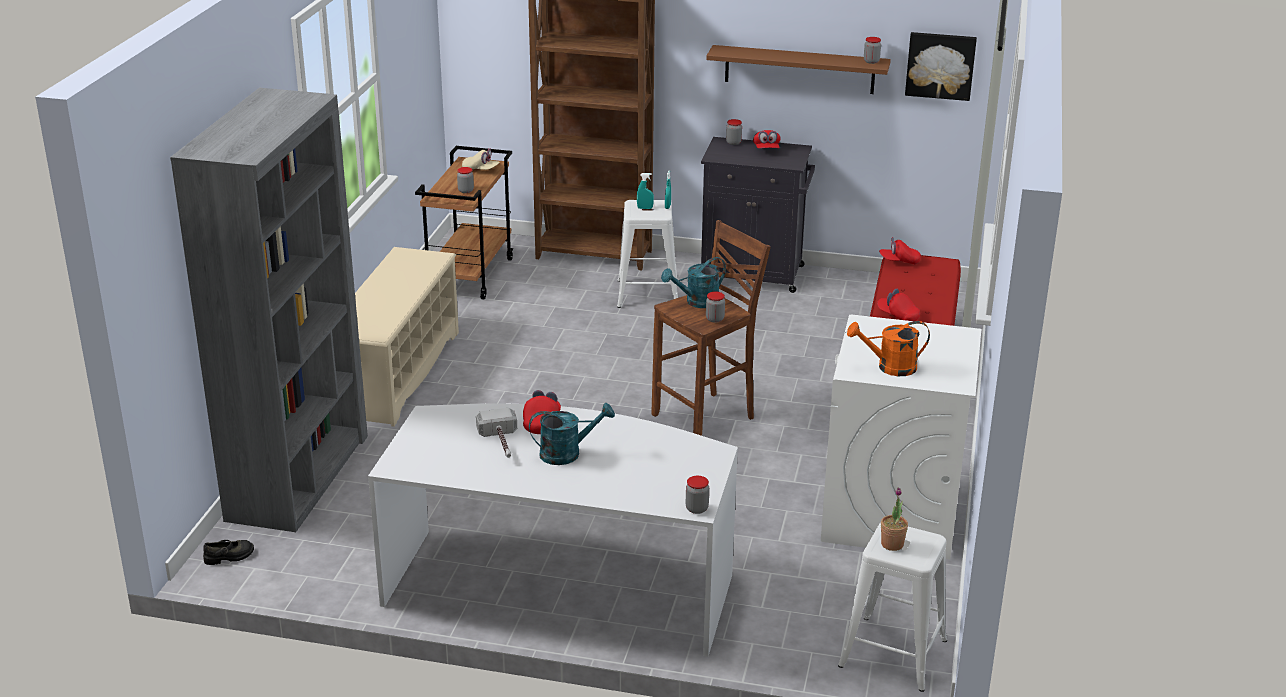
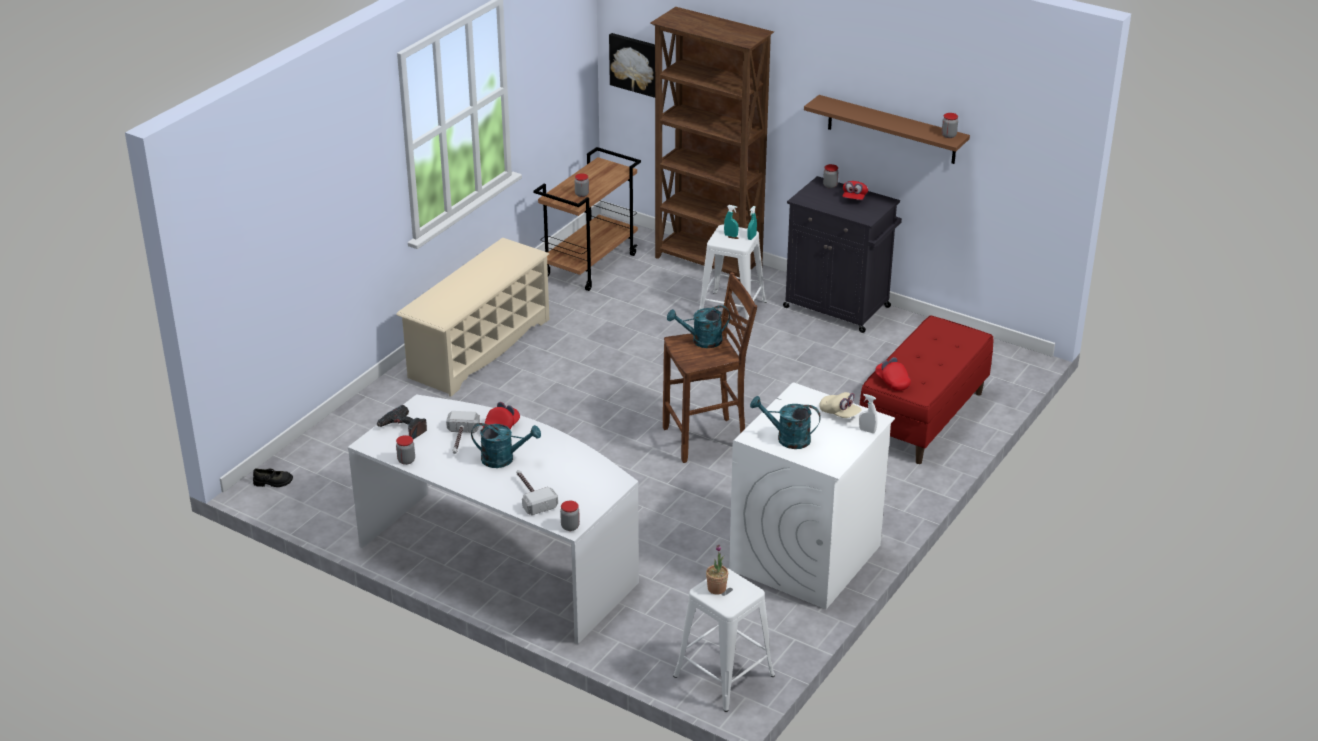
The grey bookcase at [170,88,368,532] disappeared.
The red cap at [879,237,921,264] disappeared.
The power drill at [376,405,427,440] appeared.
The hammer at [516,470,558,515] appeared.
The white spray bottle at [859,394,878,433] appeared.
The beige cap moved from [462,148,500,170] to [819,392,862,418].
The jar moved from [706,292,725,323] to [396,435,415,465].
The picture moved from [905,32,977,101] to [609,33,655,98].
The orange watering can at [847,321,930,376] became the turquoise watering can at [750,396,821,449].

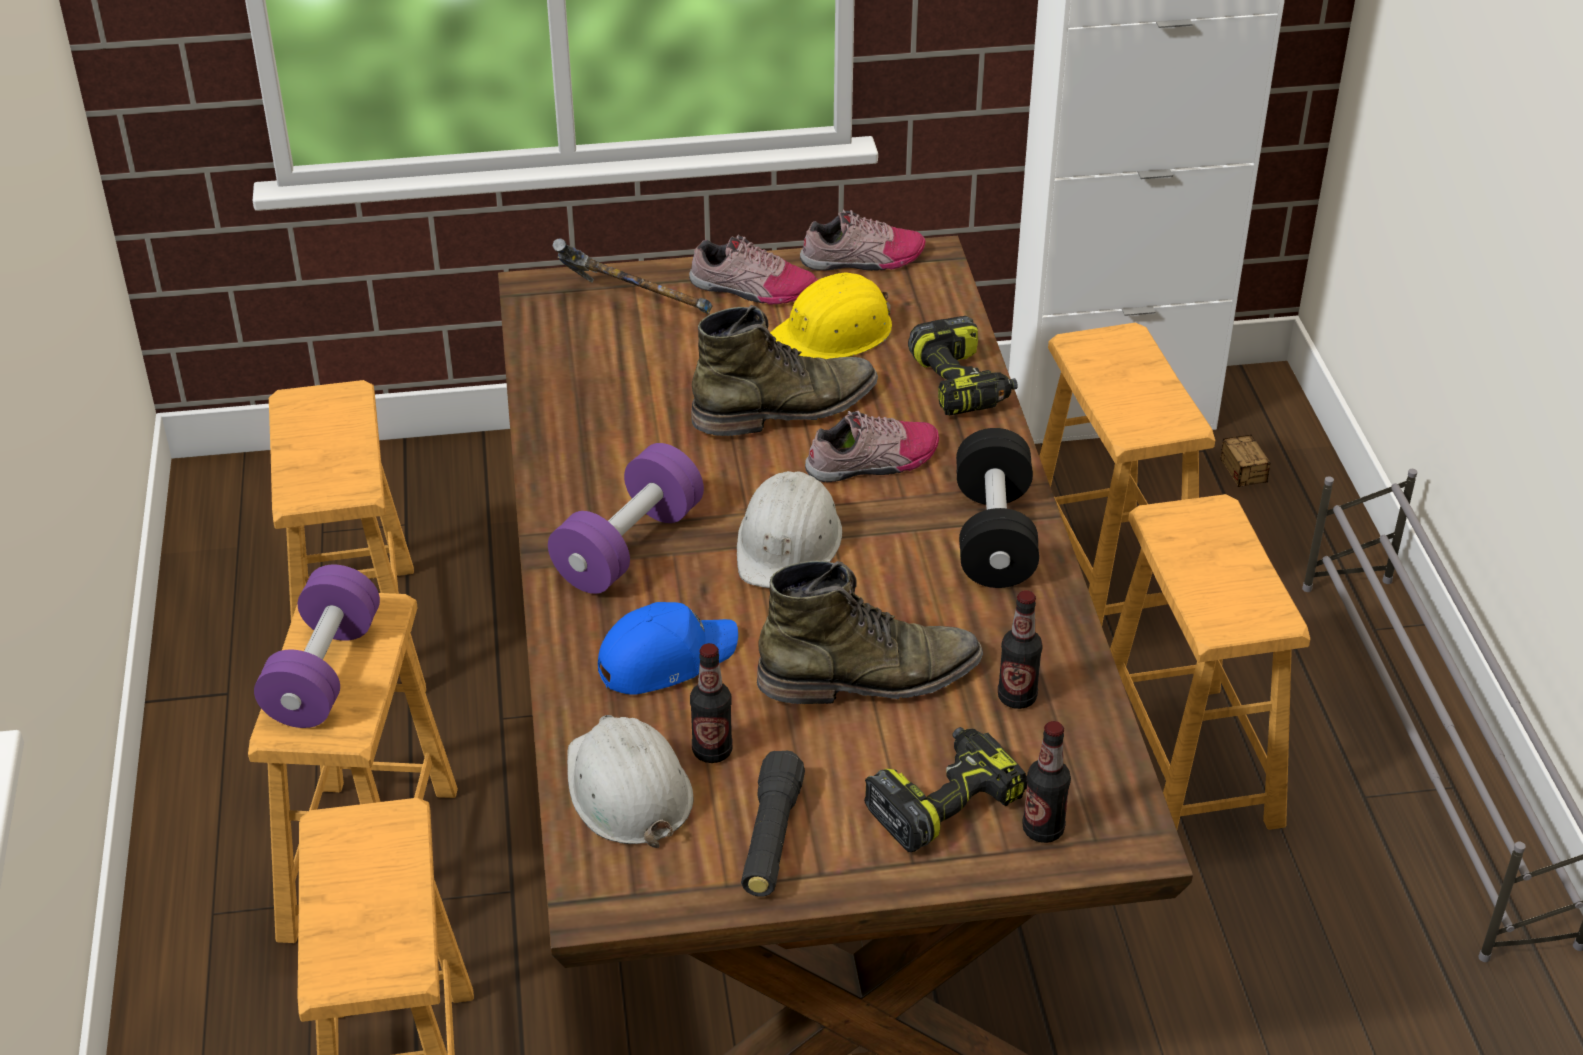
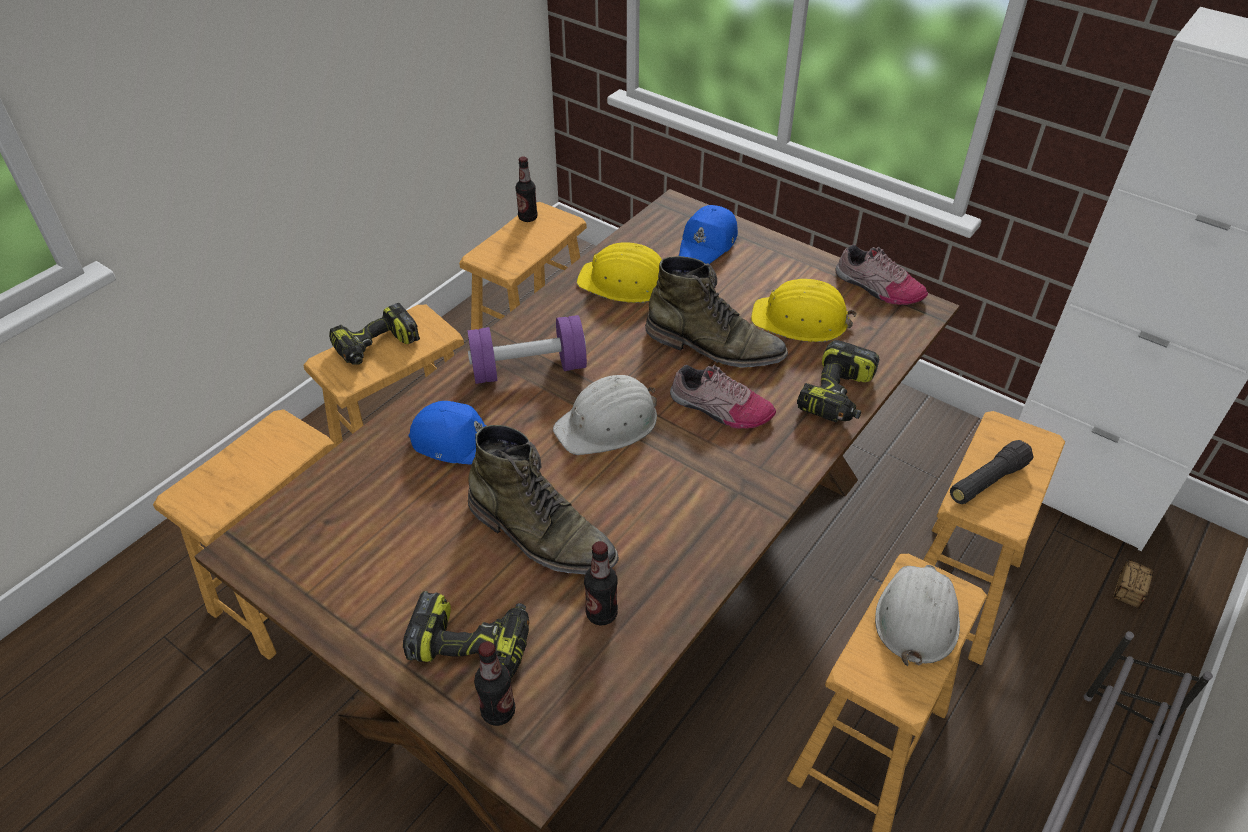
The shoe at [689,234,818,304] disappeared.
The black dumbbell at [956,428,1039,588] disappeared.
The yellow hard hat at [577,242,662,303] appeared.
The white hard hat moved from [567,715,694,848] to [875,565,960,666].
The bottle moved from [690,643,733,763] to [515,156,538,222].
The black flashlight moved from [741,750,805,897] to [950,440,1033,504].
The purple dumbbell at [254,565,380,728] was replaced by the power drill at [329,303,420,365].
The hammer at [553,238,713,314] was replaced by the blue cap at [679,205,738,264].

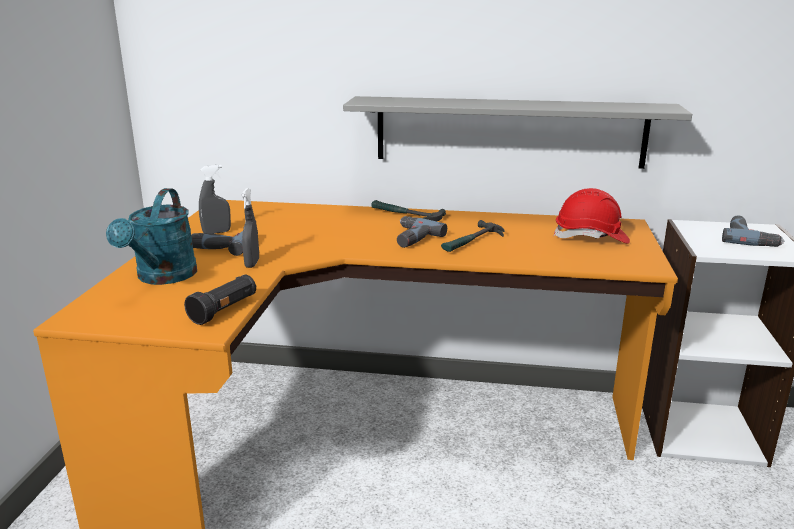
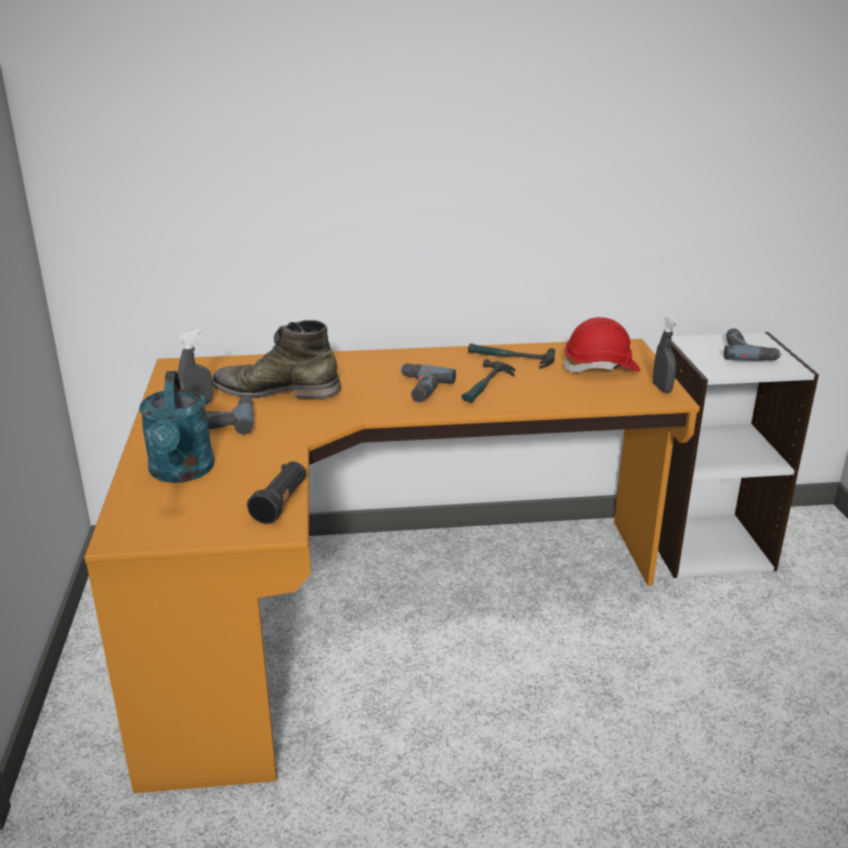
The grey shelf at [343,96,692,169] disappeared.
The green boot at [212,320,341,399] appeared.
The grey spray bottle moved from [241,188,259,268] to [653,315,679,393].
The hammer moved from [372,200,446,222] to [468,343,555,369].

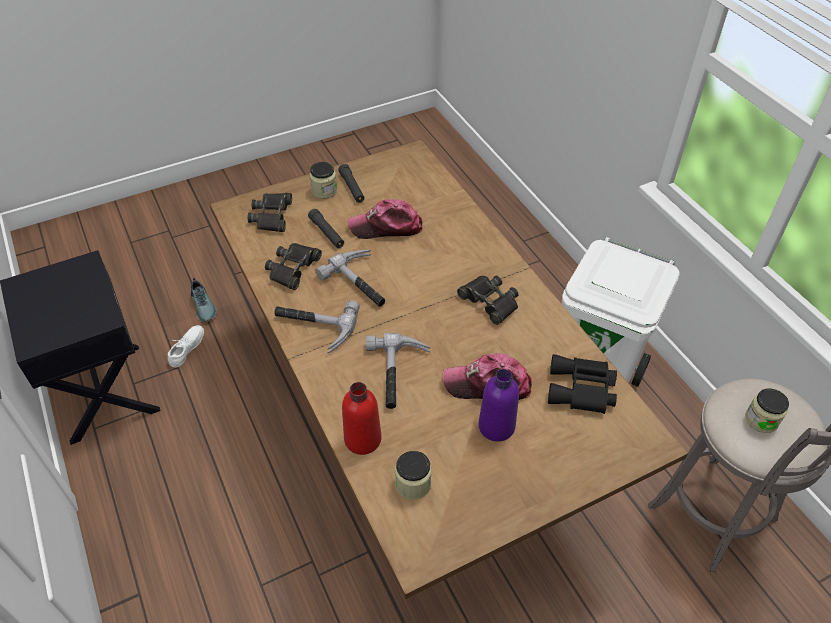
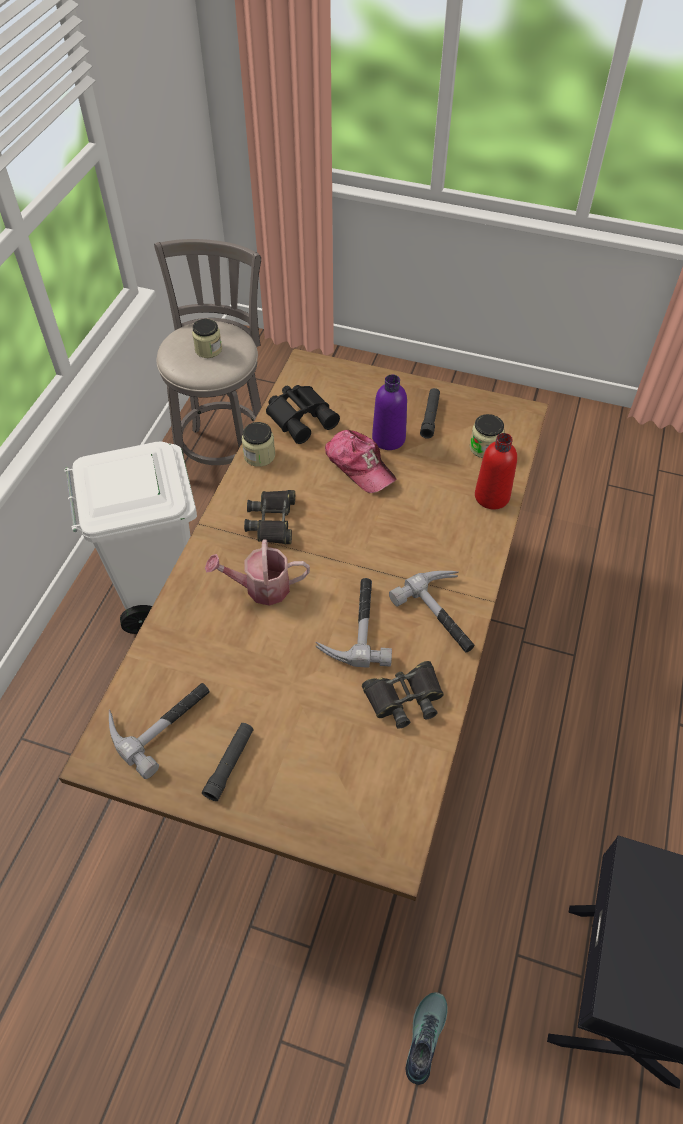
The white shoe at [168,325,204,367] disappeared.
The black binoculars at [248,193,292,232] disappeared.
The cap at [348,199,423,239] disappeared.
The watering can at [205,539,310,606] appeared.
The black flashlight moved from [308,209,344,248] to [420,388,440,439].
The jar moved from [309,162,337,199] to [242,422,275,467].
The hammer moved from [366,333,431,409] to [109,683,210,779].

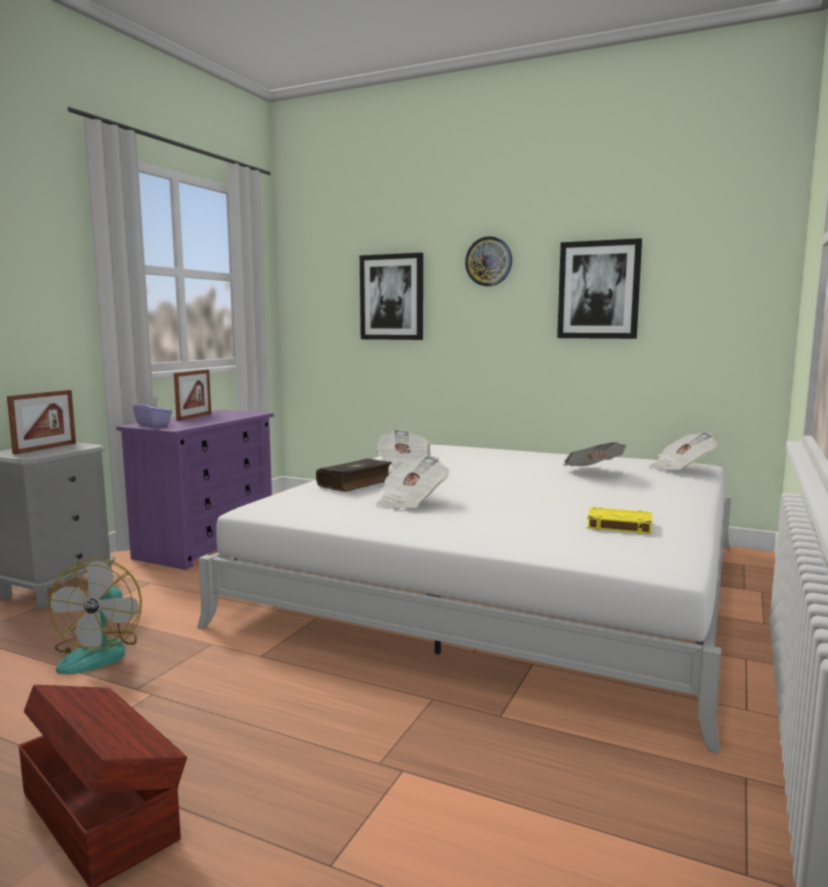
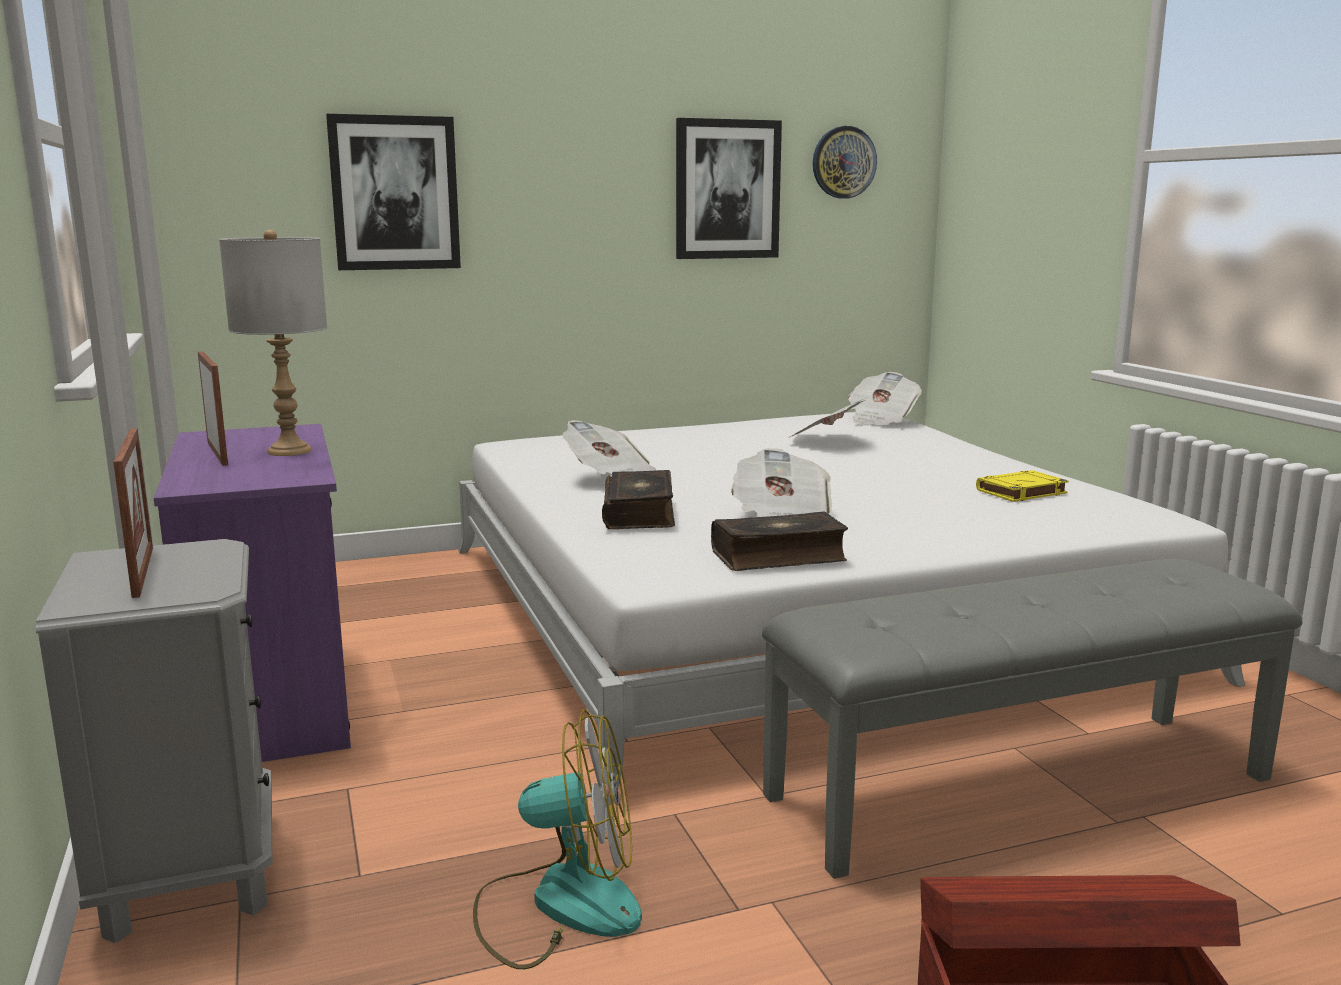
The purple tissue box at [133,396,172,427] disappeared.
The grey table lamp at [219,230,327,456] appeared.
The book at [711,512,848,571] appeared.
The grey bench at [762,559,1303,879] appeared.
The wall clock moved from [465,236,512,286] to [813,126,877,199].
The fan at [49,558,142,674] turned 45 degrees counterclockwise.

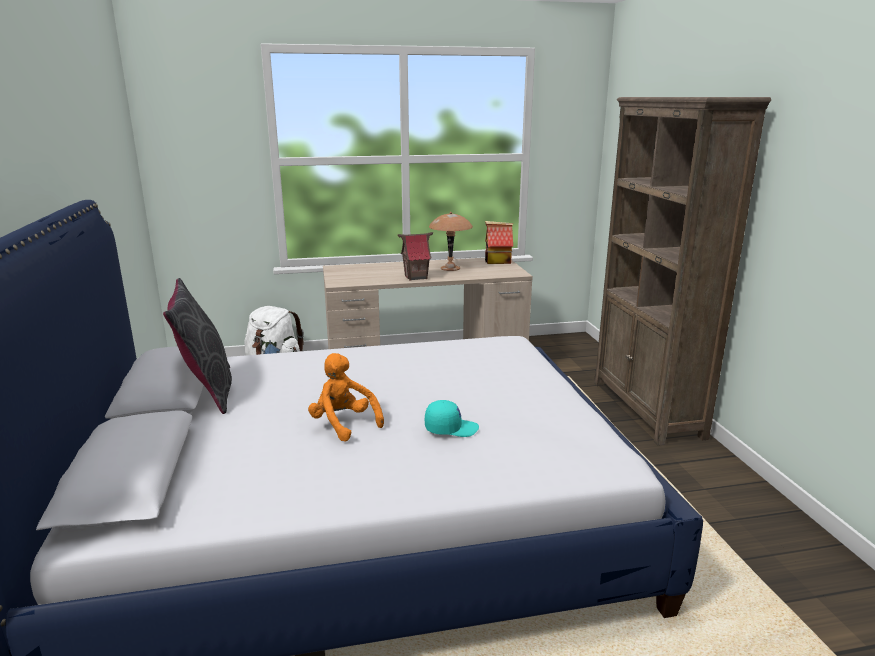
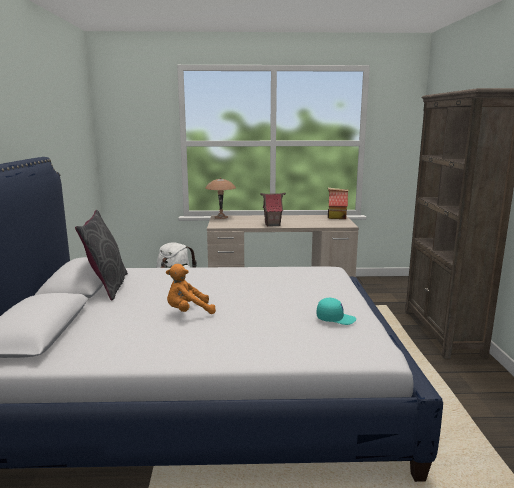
The turquoise cap moved from [425,400,479,437] to [317,298,356,325].
The brown table lamp moved from [429,212,473,271] to [205,177,236,219].
The orange plush toy at [308,353,384,442] turned 75 degrees counterclockwise.

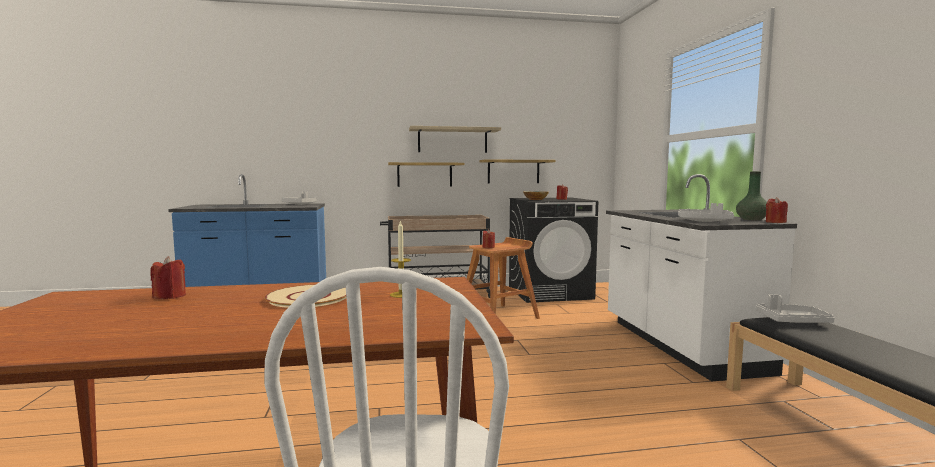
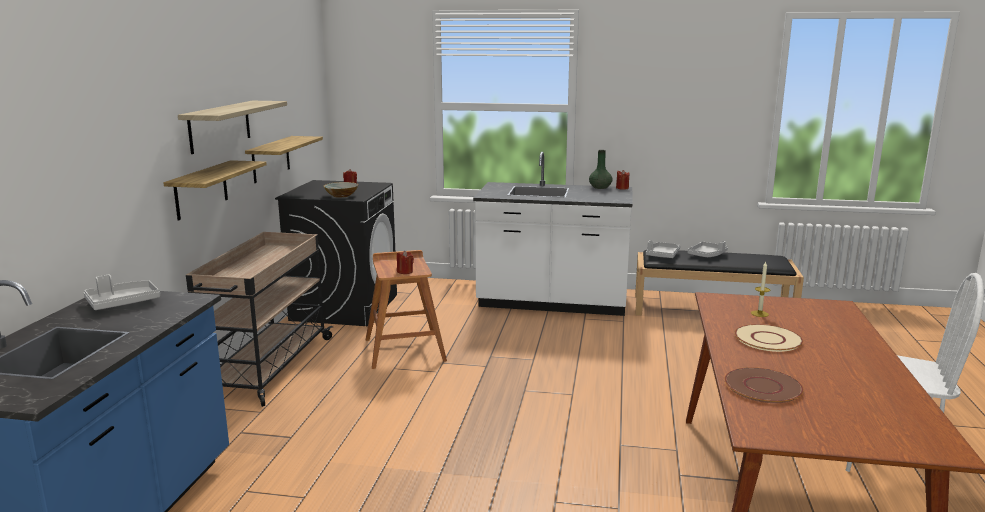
The grey tray moved from [678,203,734,222] to [687,241,728,257].
The red candle at [150,256,186,299] was replaced by the brown plate at [724,367,804,403].

